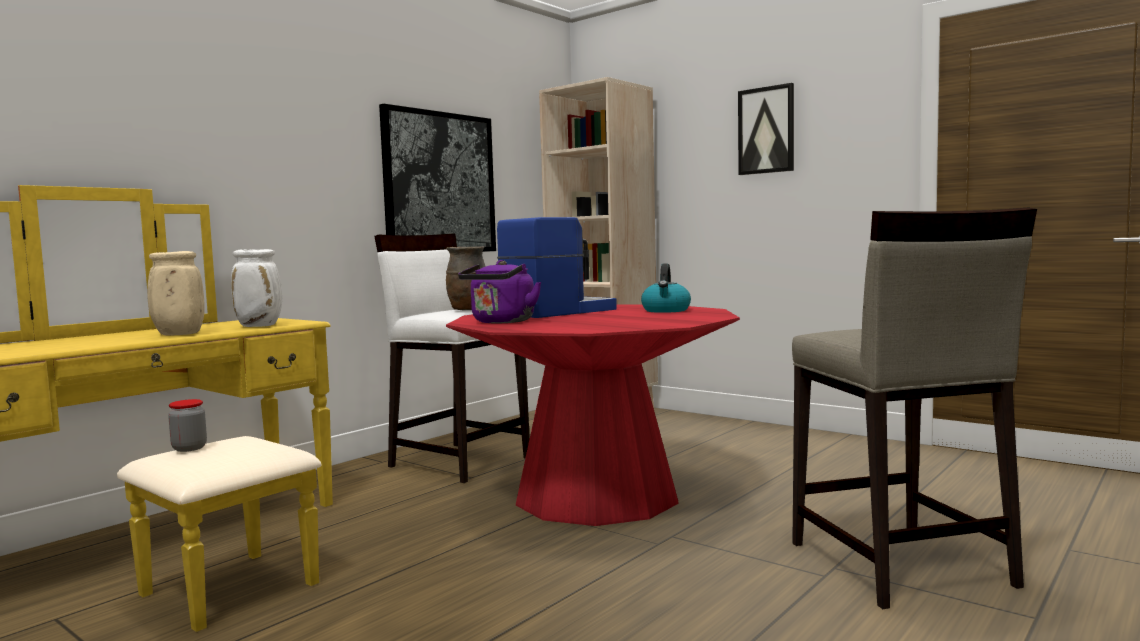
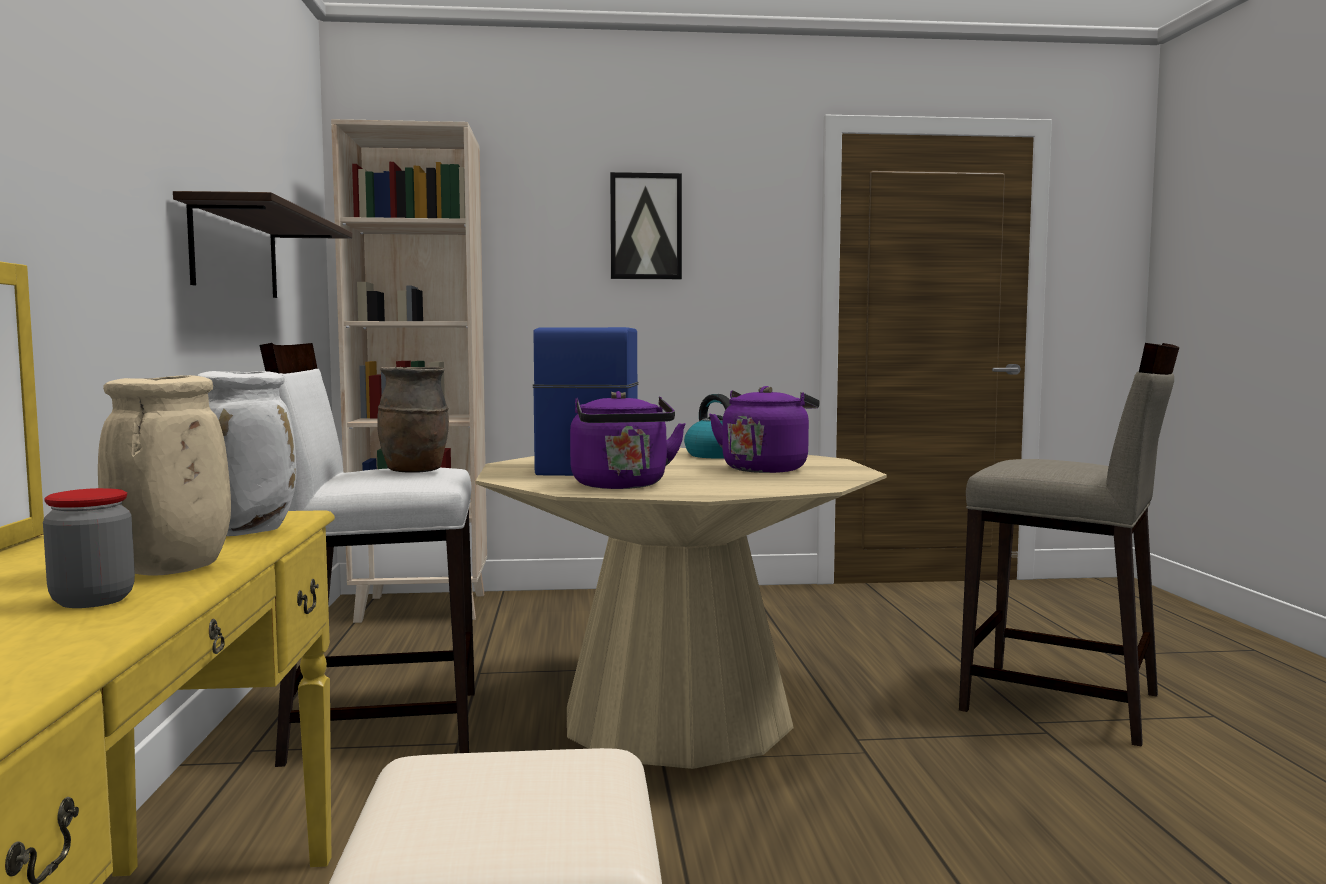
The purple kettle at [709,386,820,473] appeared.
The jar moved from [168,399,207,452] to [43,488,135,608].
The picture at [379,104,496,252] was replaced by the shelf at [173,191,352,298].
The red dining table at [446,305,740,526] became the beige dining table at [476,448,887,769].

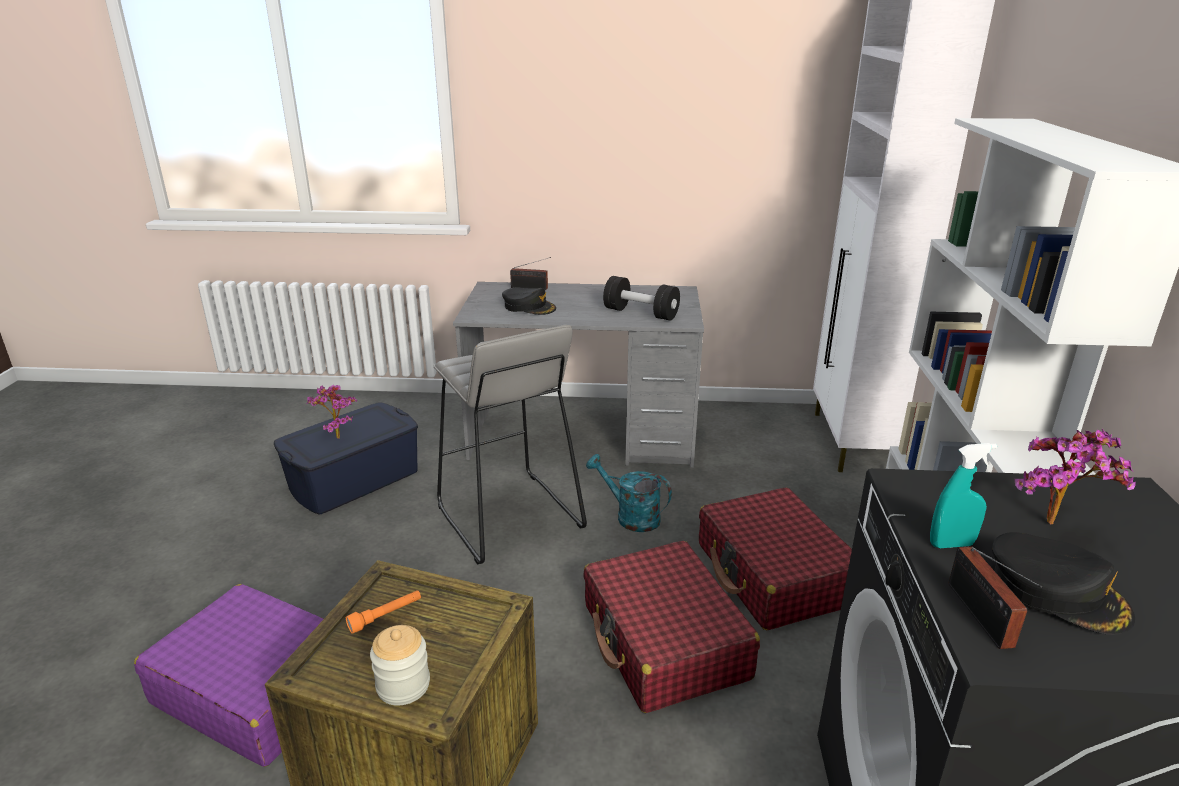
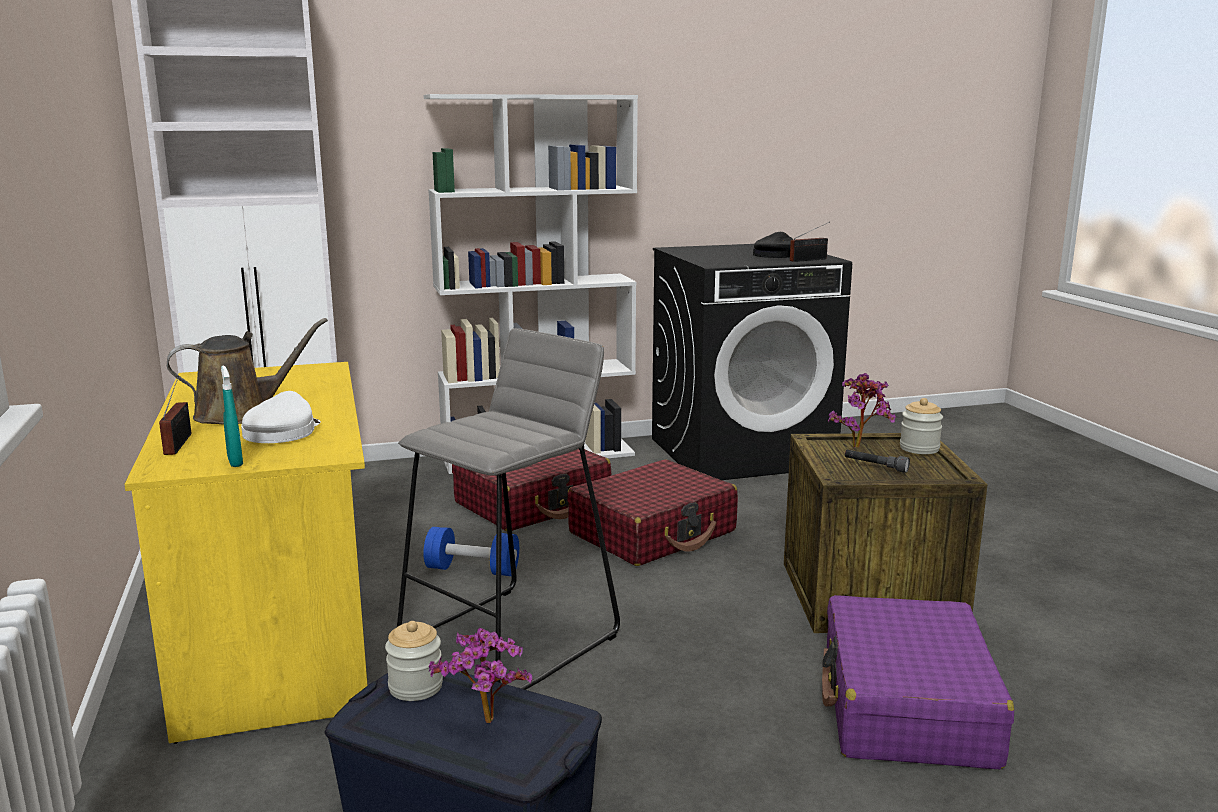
The black dumbbell at [603,276,680,321] disappeared.
The brown watering can at [167,318,328,425] appeared.
The jar at [385,621,443,701] appeared.
The turquoise spray bottle moved from [930,443,997,548] to [221,366,243,467].
The potted plant moved from [1015,429,1136,524] to [828,373,896,448].
The turquoise watering can at [586,454,672,532] was replaced by the blue dumbbell at [423,527,519,576].
The orange flashlight at [346,590,421,634] became the grey flashlight at [845,450,910,473].
The grey desk at [453,282,704,468] became the yellow desk at [124,362,368,744].
The black cap at [502,287,556,315] became the white cap at [241,391,321,443].

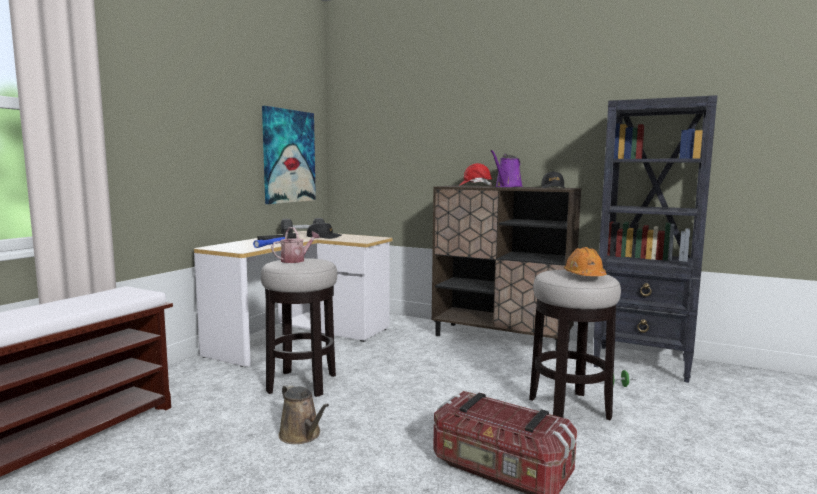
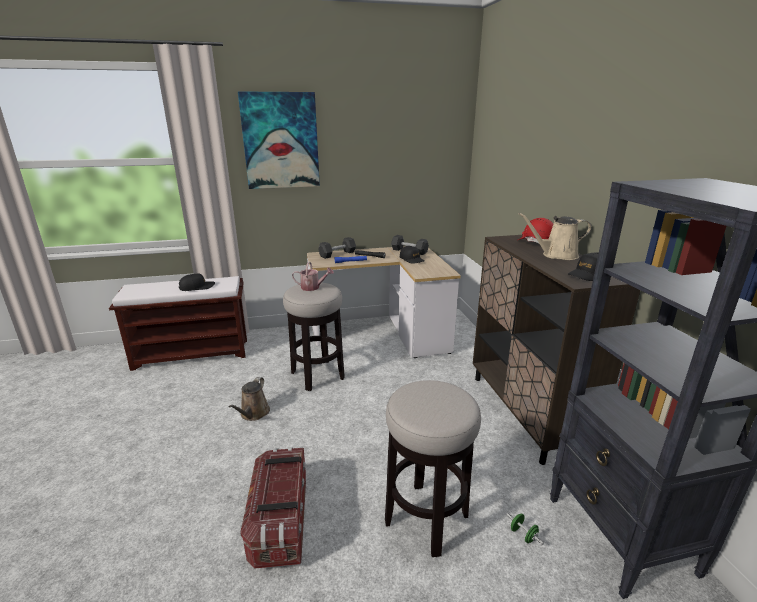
The orange hard hat at [564,247,607,276] disappeared.
The black cap at [179,274,215,291] appeared.
The black dumbbell at [318,237,356,259] appeared.
The picture moved from [262,106,316,204] to [238,91,320,189].
The purple watering can at [490,150,523,187] became the beige watering can at [519,213,592,260].

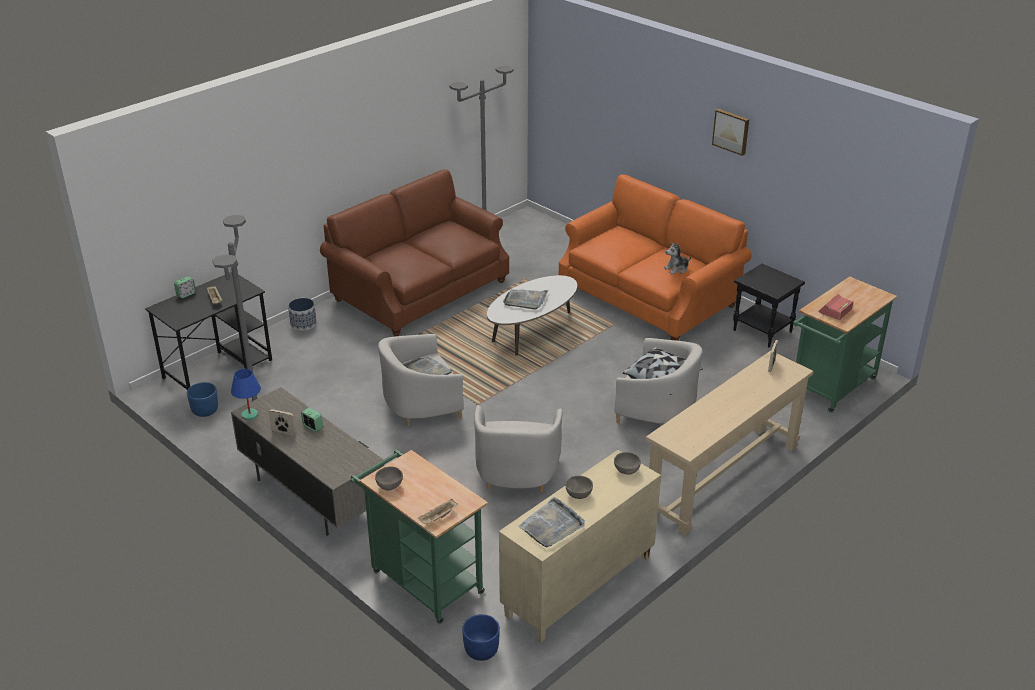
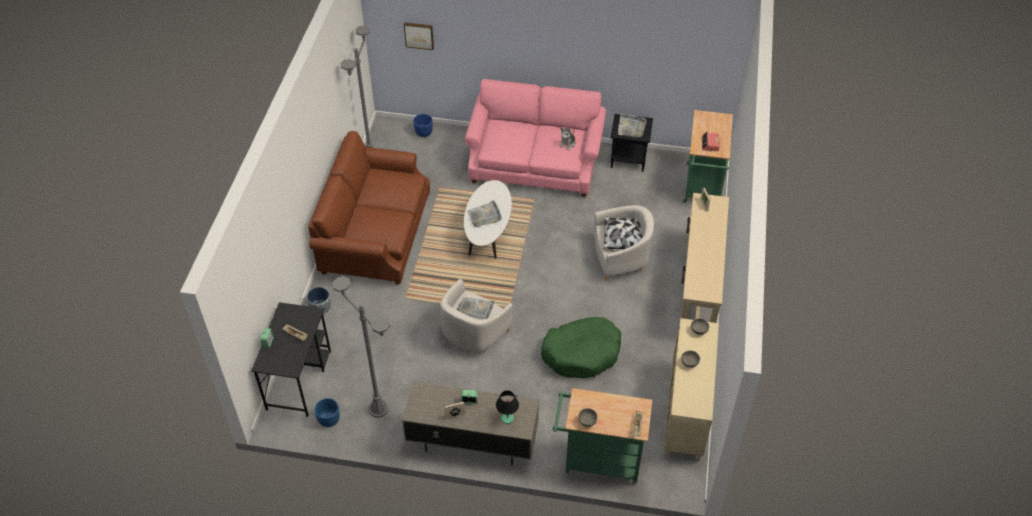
The blue table lamp at [231,369,261,420] disappeared.
The black table lamp at [496,390,519,424] appeared.
The blue planter moved from [462,614,500,661] to [413,114,433,137].
The grey tray moved from [519,497,585,547] to [618,114,647,138].
The picture moved from [712,109,749,156] to [404,22,434,50].
The white armchair at [474,405,562,492] was replaced by the green dog bed at [541,317,621,378].
The orange sofa at [559,174,751,341] became the pink sofa at [465,79,606,197].

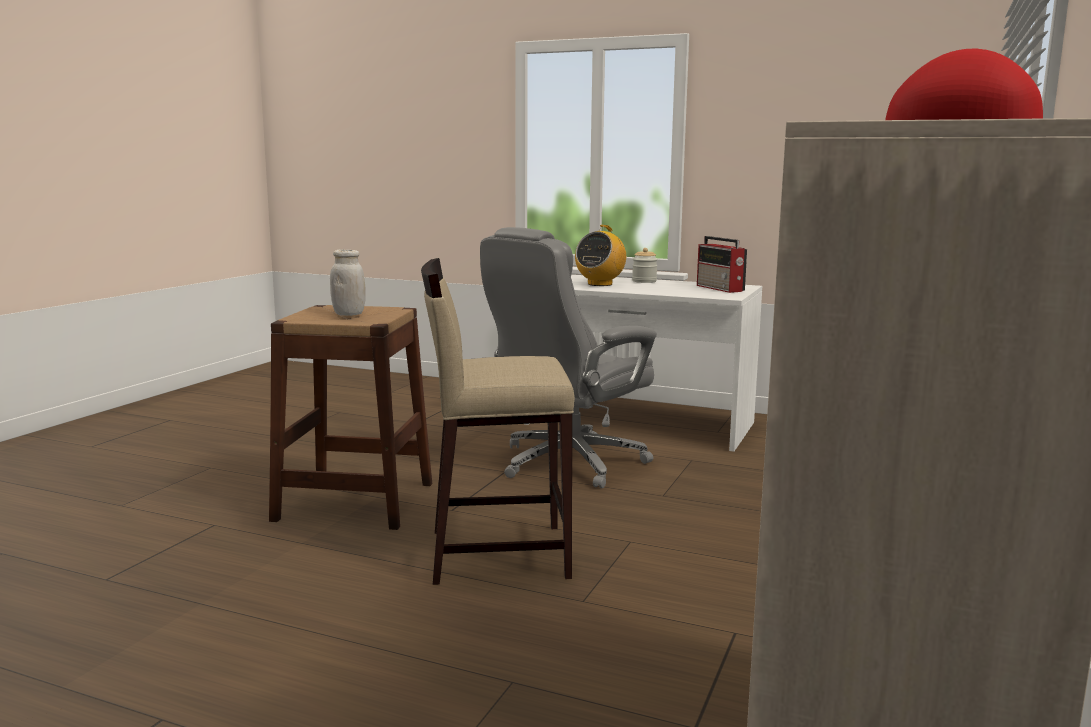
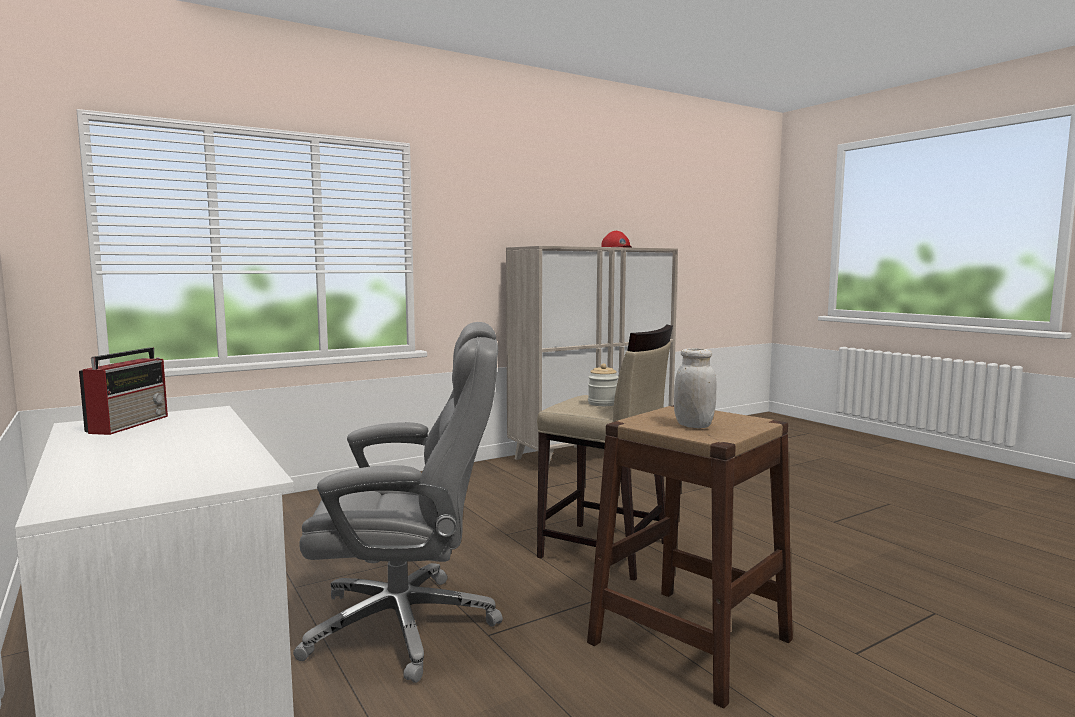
The radio at [575,225,626,286] disappeared.
The jar moved from [632,248,658,283] to [588,363,618,406].

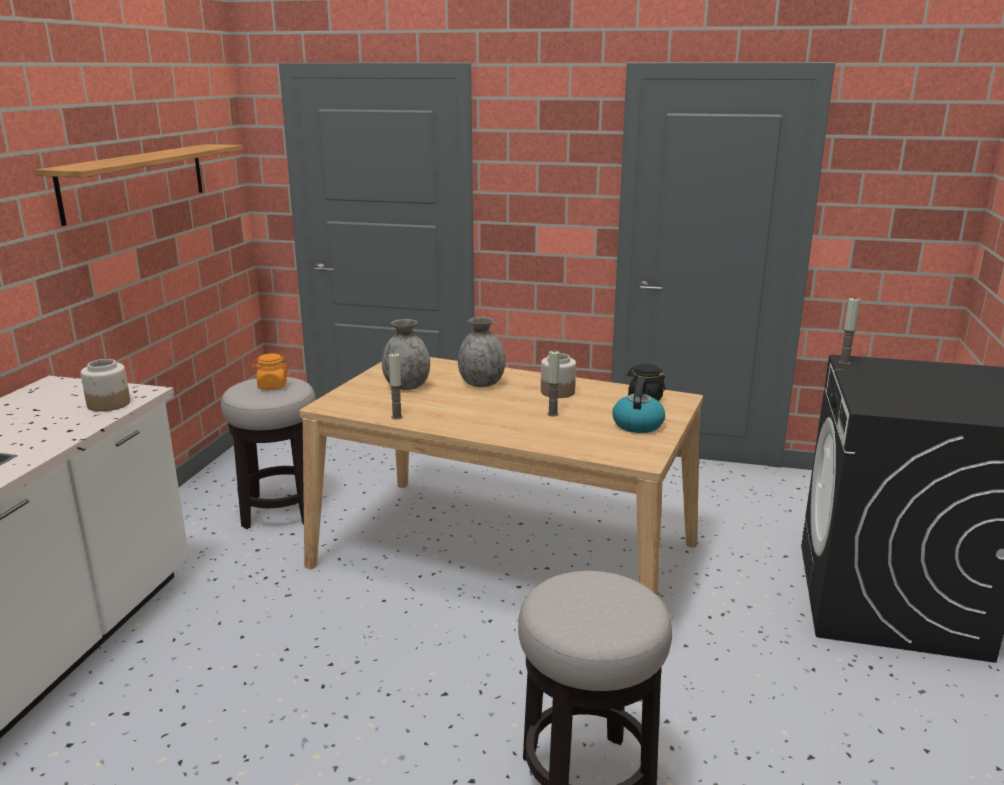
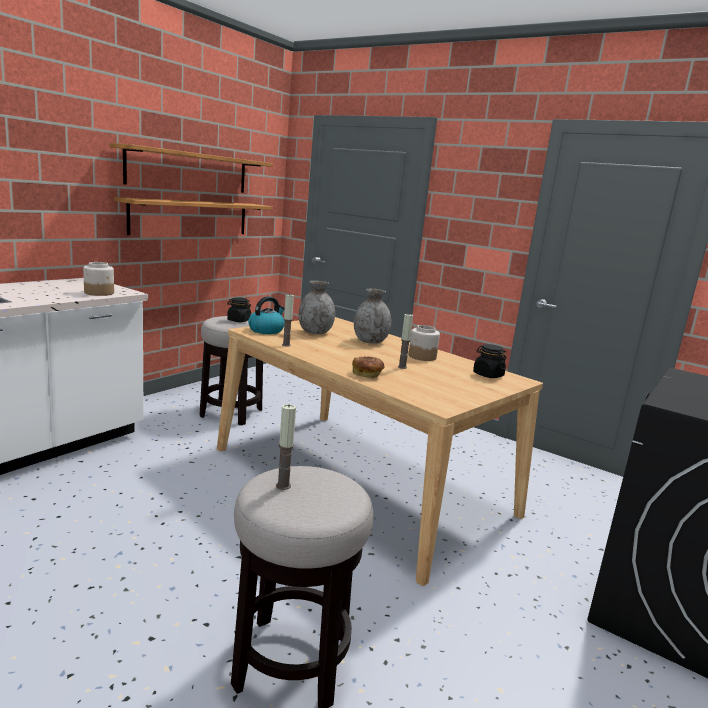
The shelf at [114,197,273,235] appeared.
The bread at [352,356,385,378] appeared.
The kettle moved from [612,377,665,433] to [248,296,285,334].
The candle moved from [839,298,860,365] to [276,404,296,490].
The orange jar at [252,353,289,389] became the black jar at [227,297,251,322].

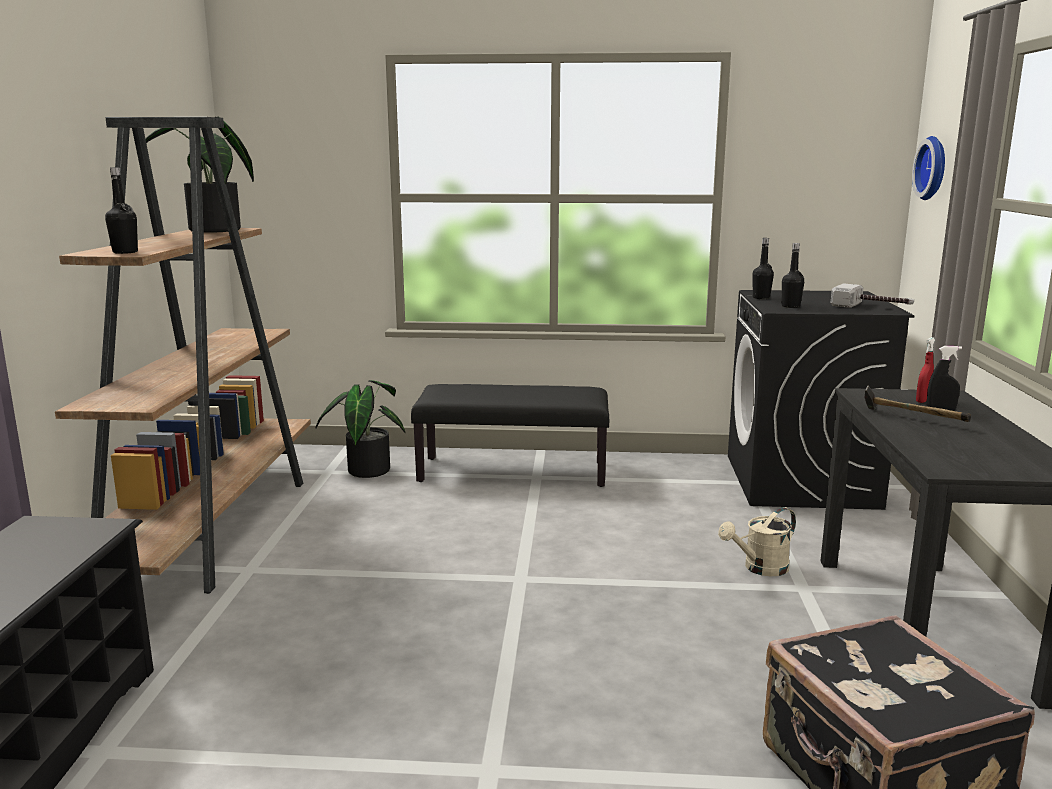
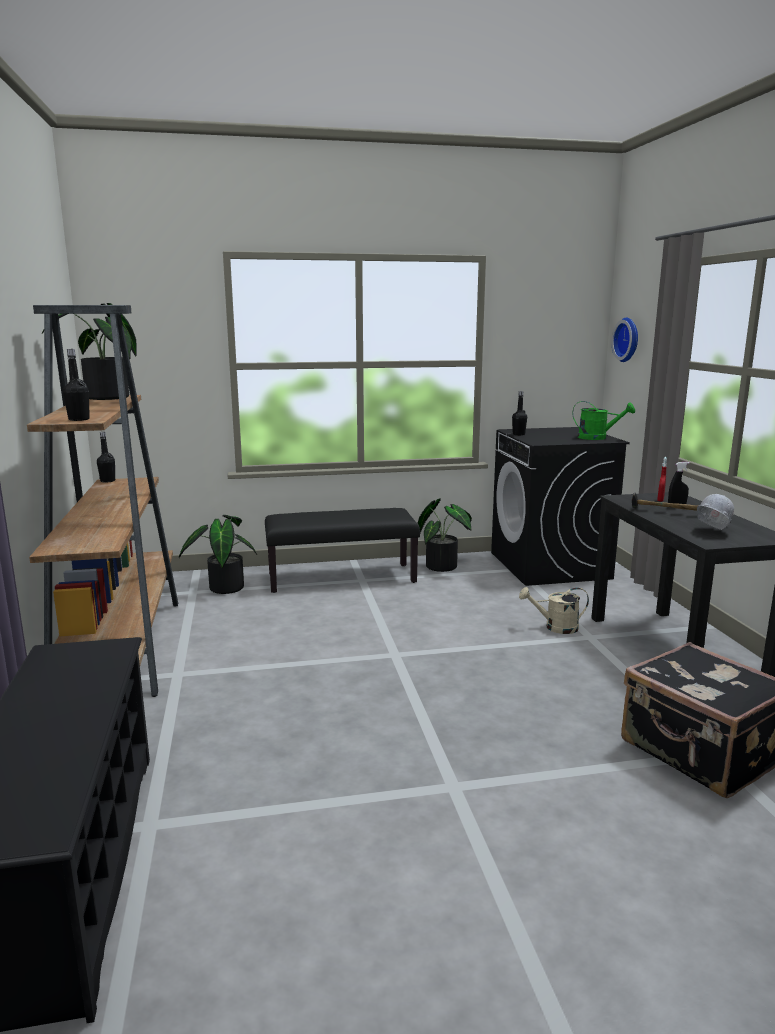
The potted plant at [418,498,472,572] appeared.
The white hard hat at [697,494,734,530] appeared.
The black bottle moved from [781,243,804,308] to [97,432,115,483].
The hammer at [830,283,914,308] was replaced by the green watering can at [572,401,635,440].
The beige watering can at [718,507,796,576] turned 45 degrees clockwise.

